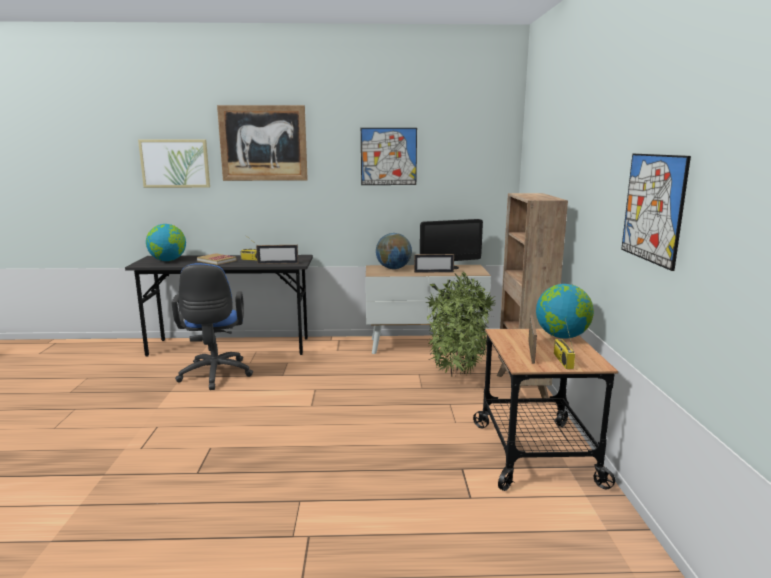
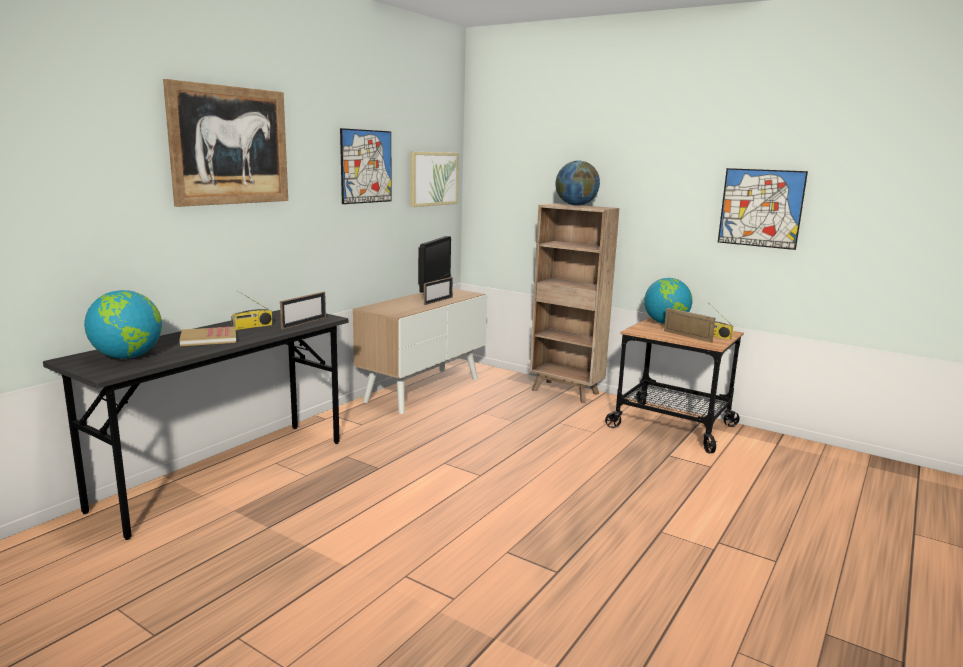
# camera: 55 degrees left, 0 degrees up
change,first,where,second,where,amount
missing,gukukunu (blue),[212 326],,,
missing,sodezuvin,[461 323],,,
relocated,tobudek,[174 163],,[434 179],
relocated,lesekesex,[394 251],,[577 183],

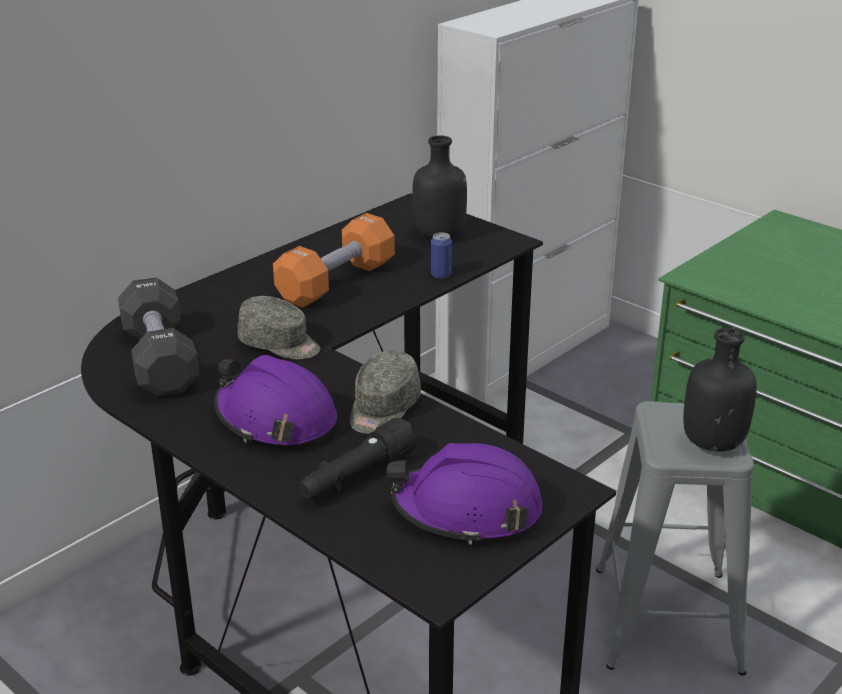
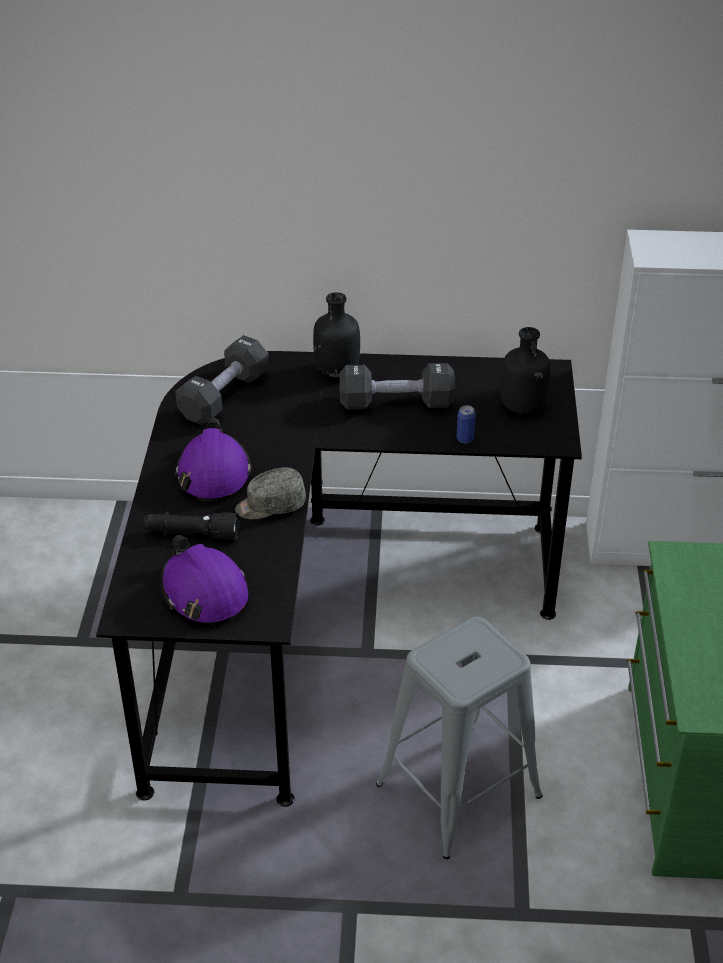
# camera: 50 degrees right, 10 degrees up
change,first,where,second,where,amount
missing,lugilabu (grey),[279 327],,,
relocated,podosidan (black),[720 390],,[336 334],
colour,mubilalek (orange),[334 260],mubilalek (black),[397 386],

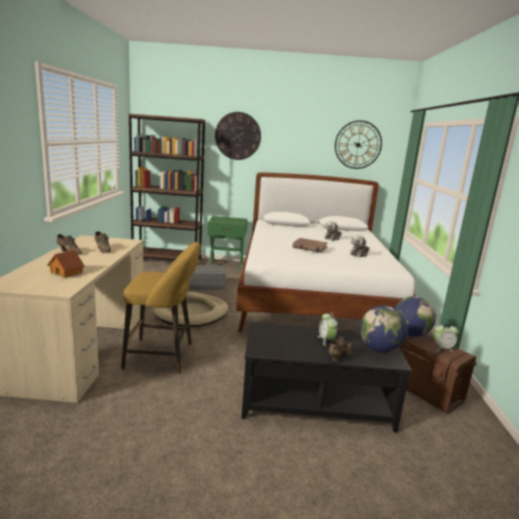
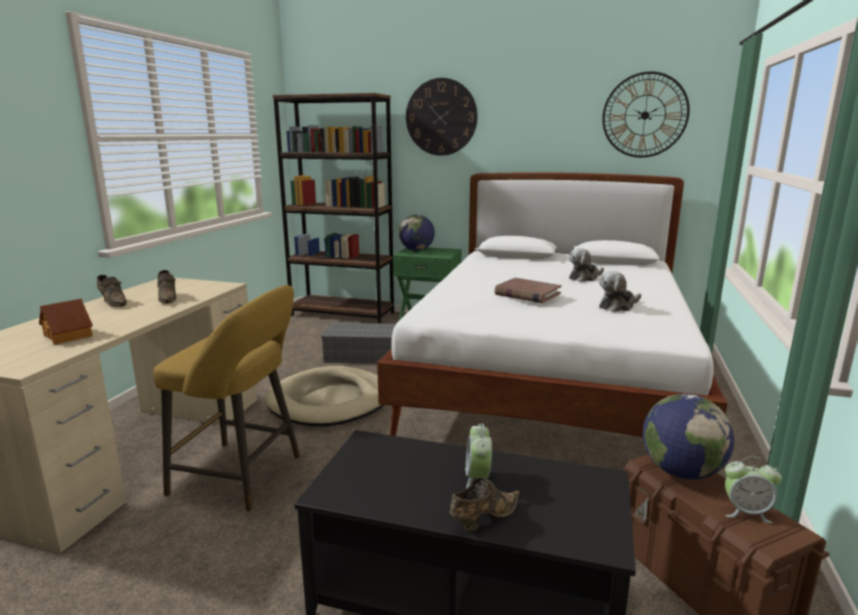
# camera: 15 degrees right, 0 degrees up
change,first,where,second,where,amount
relocated,lesekesex,[384 329],,[417 233],

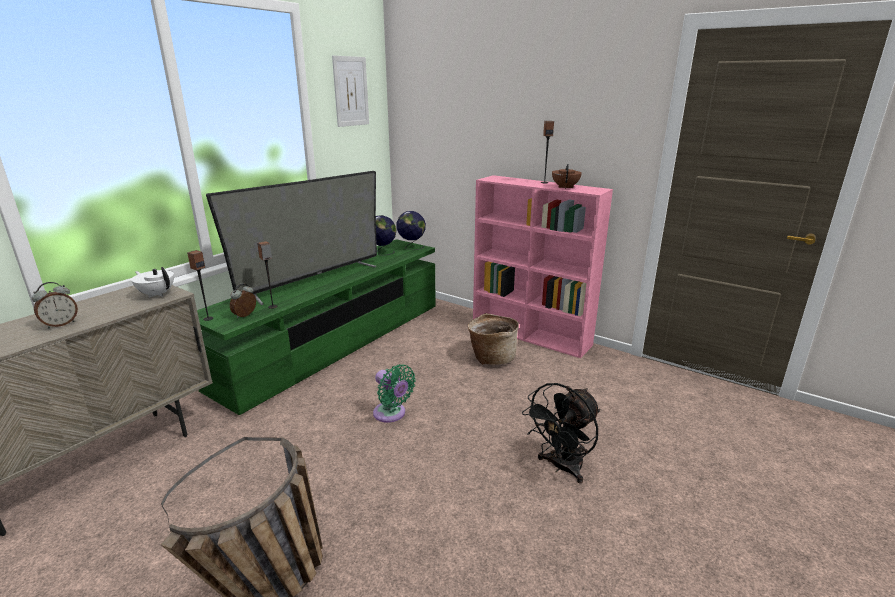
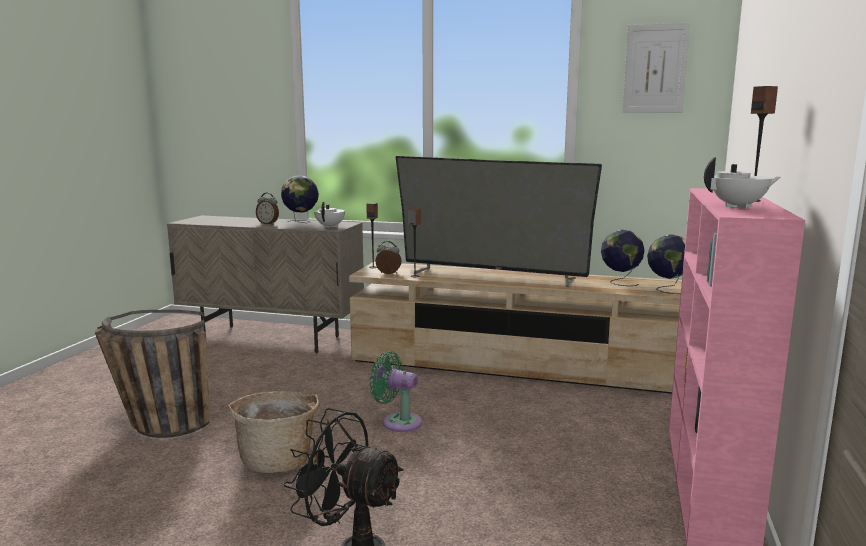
# camera: 70 degrees right, 10 degrees down
change,first,where,second,where,amount
appeared,,,lesekesex,[300 199],
relocated,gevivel,[493 339],,[274 432],
colour,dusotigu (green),[316 327],dusotigu (beige),[515 328],
colour,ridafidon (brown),[567 176],ridafidon (white),[742 183],
spun,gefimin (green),[394 393],,[396 391],90 degrees clockwise

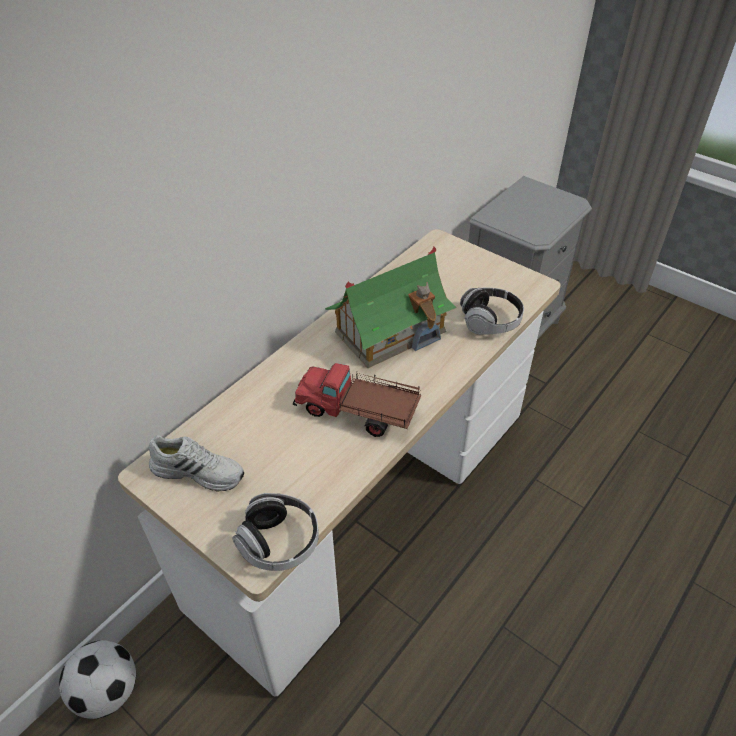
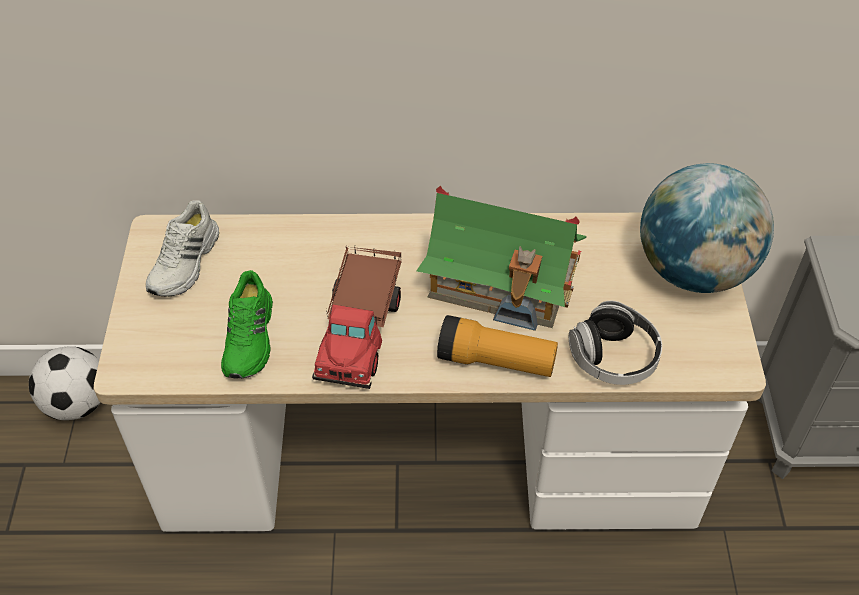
# camera: 50 degrees right, 5 degrees up
change,first,where,second,where,amount
missing,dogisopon,[275 532],,,
appeared,,,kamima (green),[247 324],
appeared,,,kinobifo,[497 346],
appeared,,,lesekesex,[707 228],
spun,kamima (white),[196 463],,[182 248],45 degrees clockwise
spun,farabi,[357 400],,[357 318],150 degrees counterclockwise

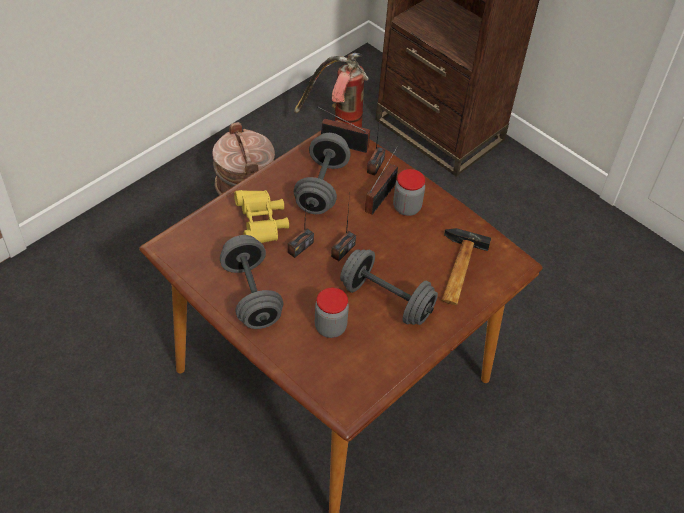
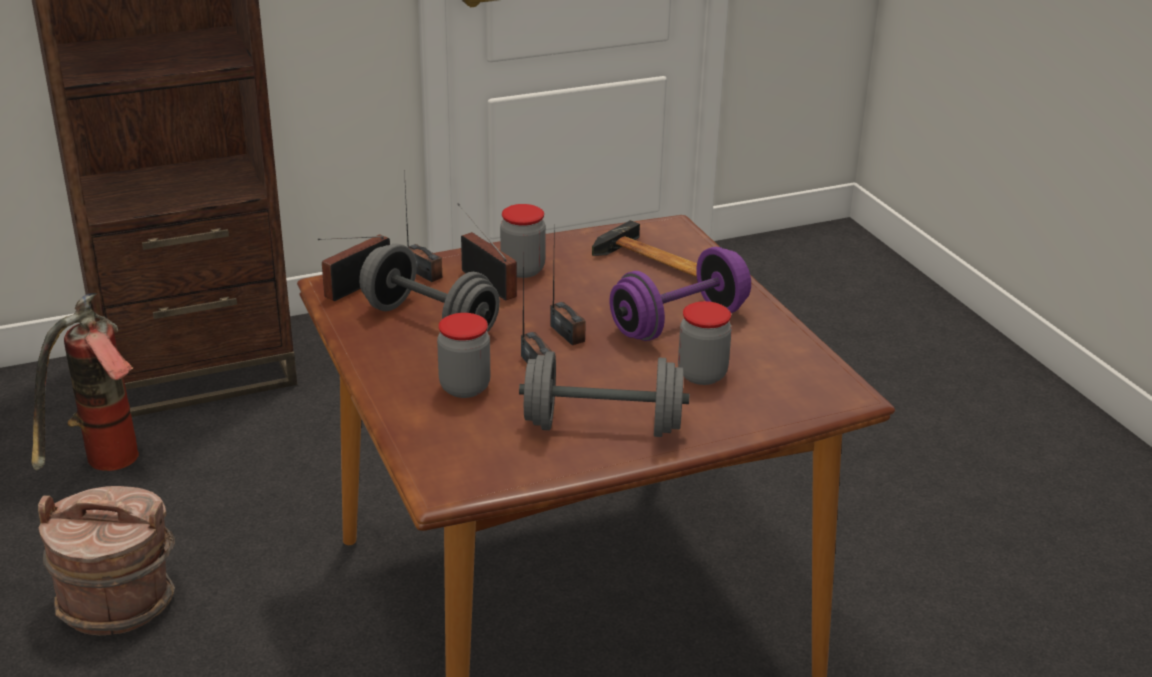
# camera: 65 degrees left, 20 degrees down
change,first,where,second,where,amount
exchanged,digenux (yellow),[261 216],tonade,[463 355],
colour,mubilalek (grey),[389 287],mubilalek (purple),[680 294],

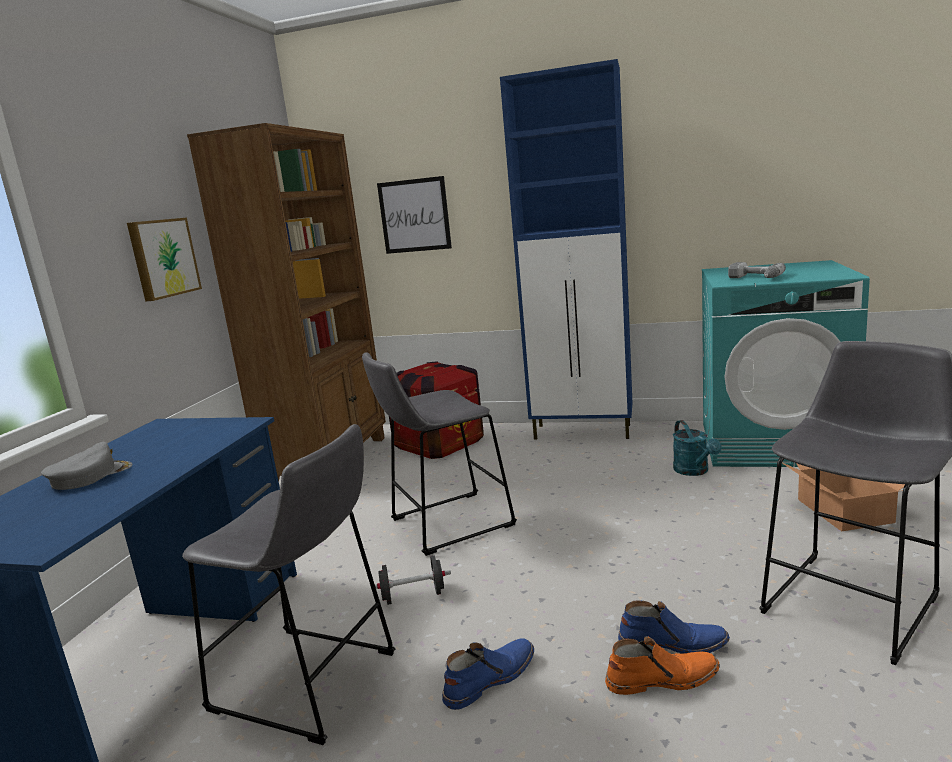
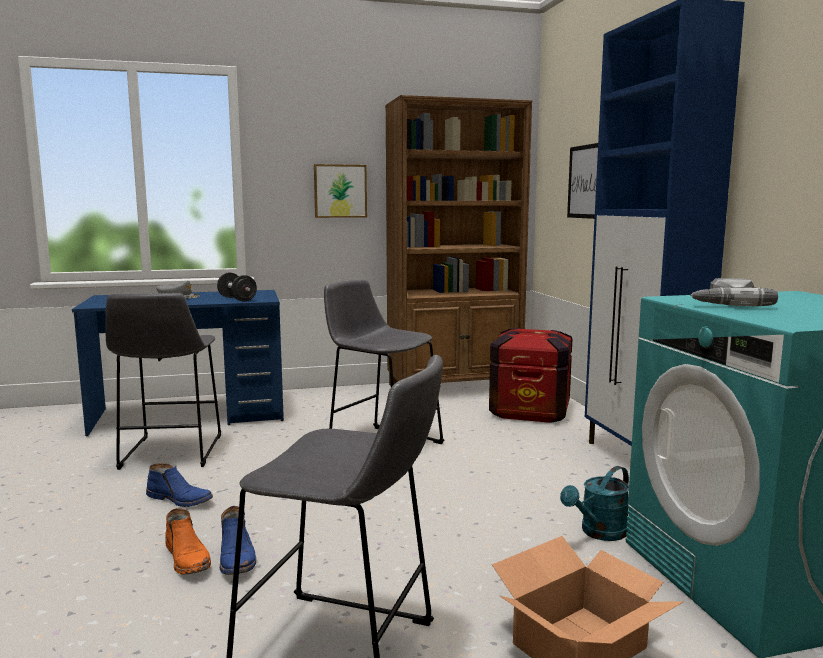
# camera: 60 degrees right, 5 degrees down
change,first,where,second,where,amount
relocated,mubilalek (black),[411 580],,[237 287],

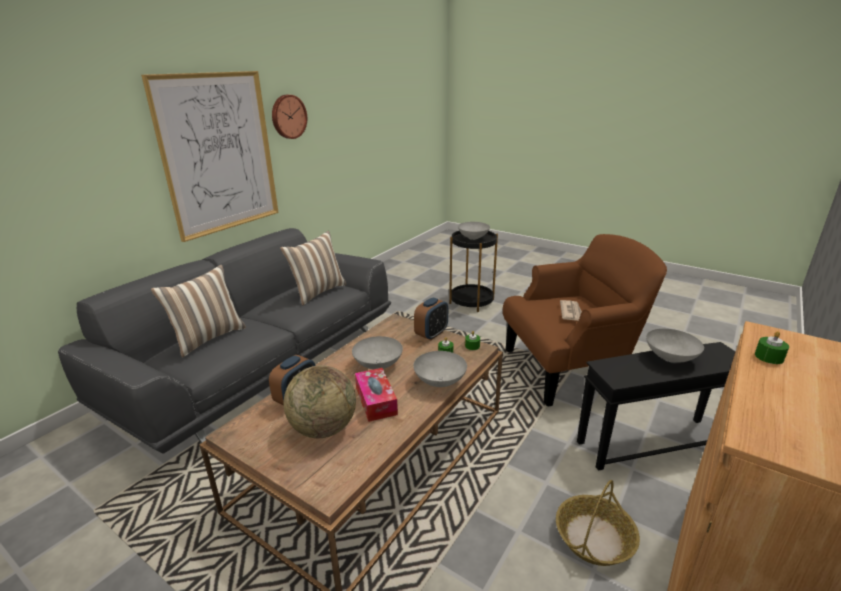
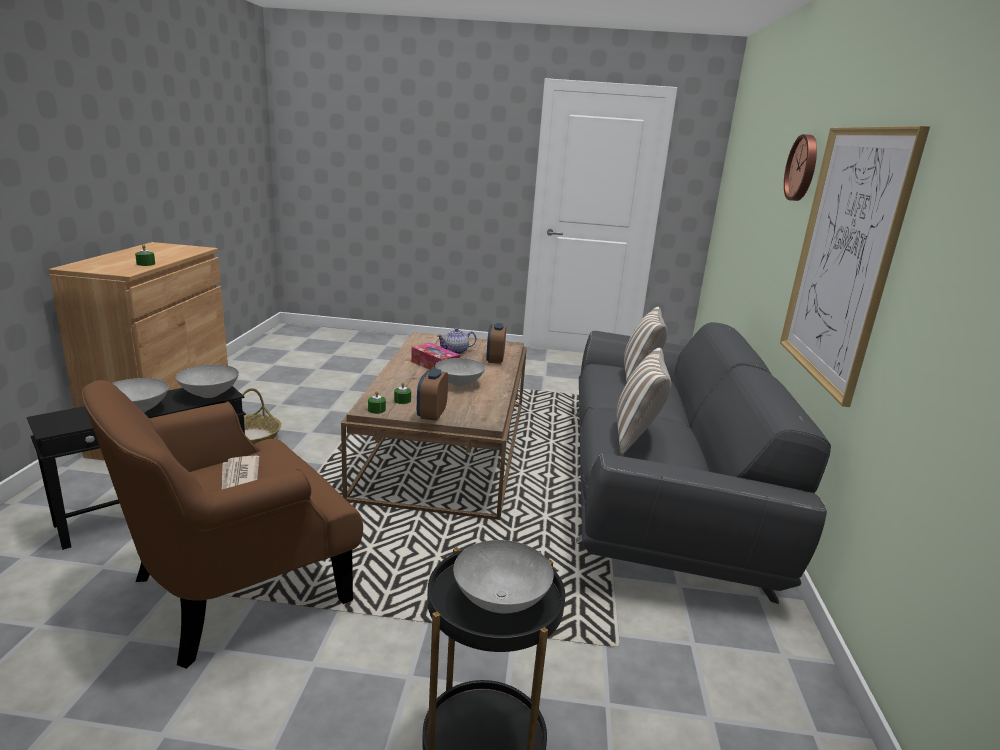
# camera: 150 degrees right, 5 degrees down
change,first,where,second,where,amount
relocated,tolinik,[289 117],,[800 167],
relocated,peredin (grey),[440 369],,[207 381],
exchanged,lesekesex,[320 401],ridafidon,[456 341],

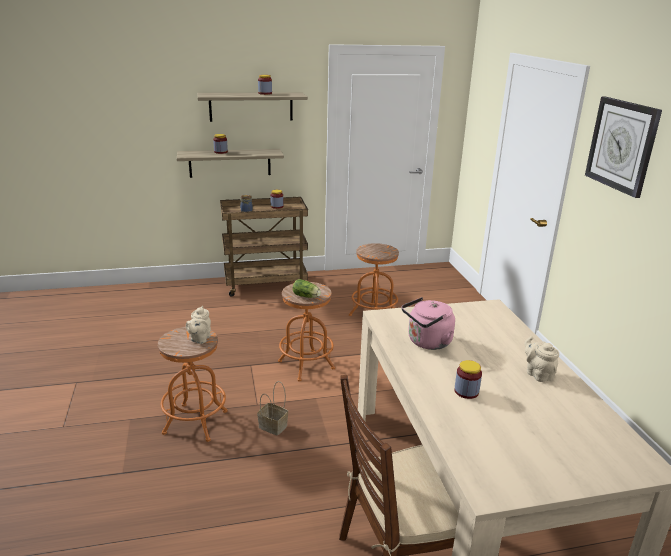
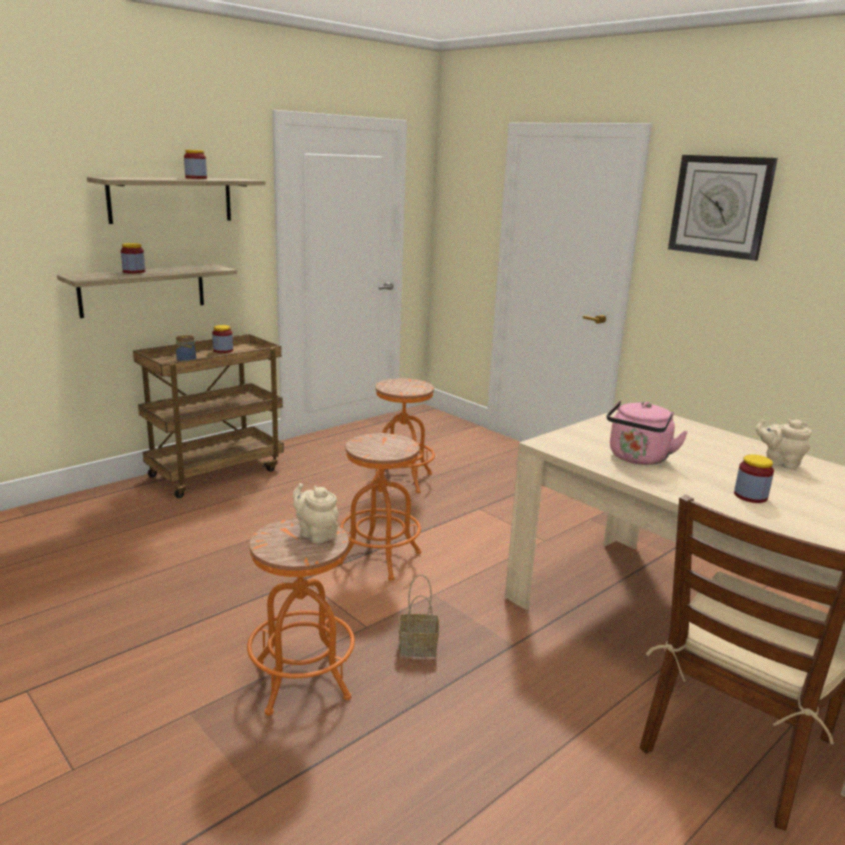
# camera: 30 degrees left, 5 degrees down
change,first,where,second,where,amount
missing,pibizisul,[307 288],,,
spun,ridafidon (beige),[198 325],,[315 513],150 degrees clockwise

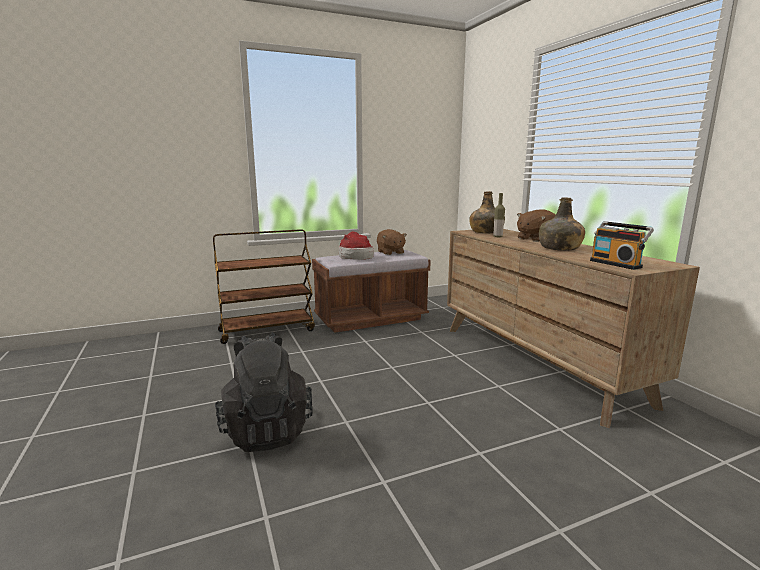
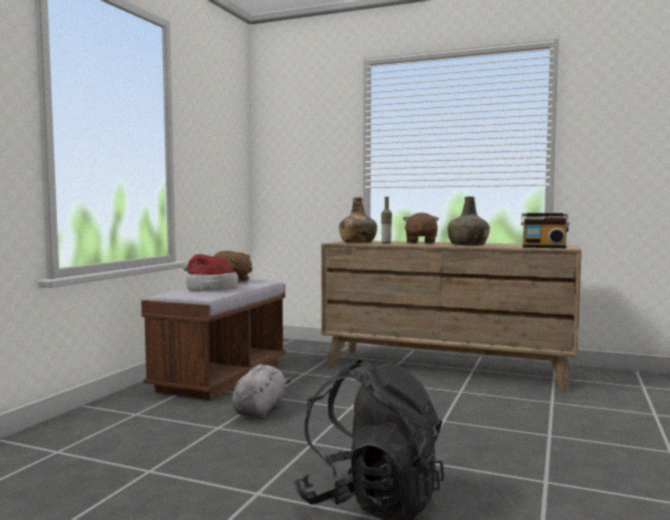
# camera: 45 degrees left, 10 degrees down
change,first,where,second,where,amount
missing,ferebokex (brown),[264 286],,,
appeared,,,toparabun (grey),[261 391],

